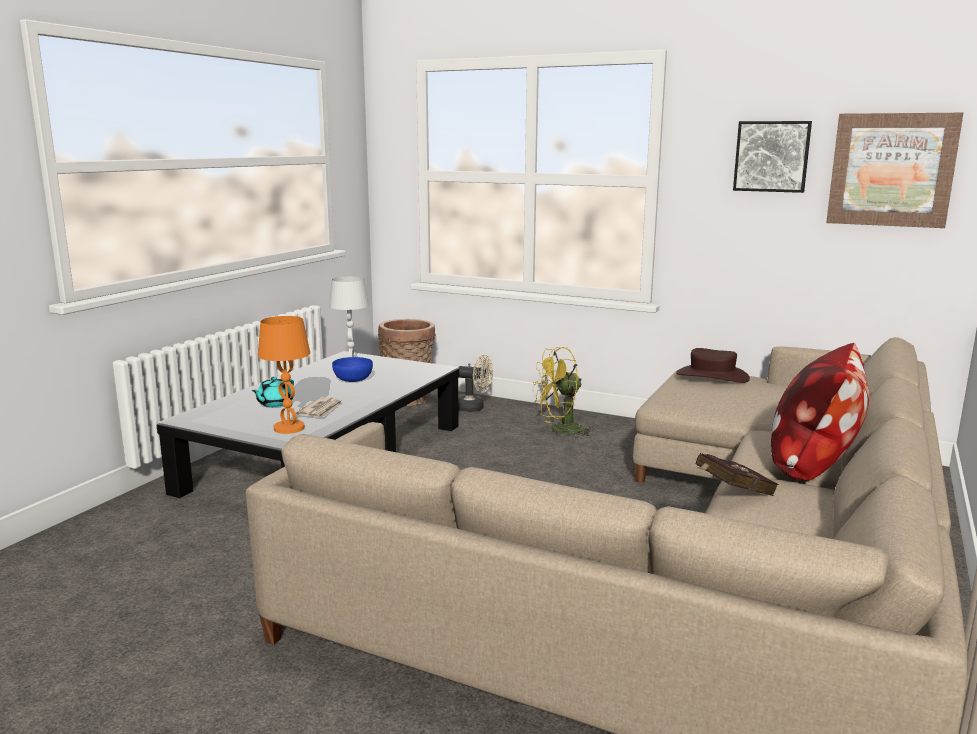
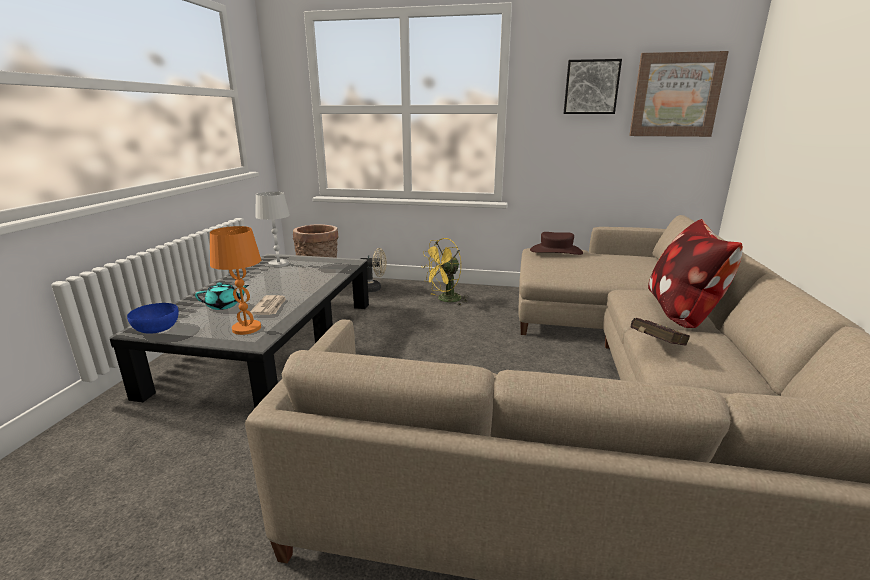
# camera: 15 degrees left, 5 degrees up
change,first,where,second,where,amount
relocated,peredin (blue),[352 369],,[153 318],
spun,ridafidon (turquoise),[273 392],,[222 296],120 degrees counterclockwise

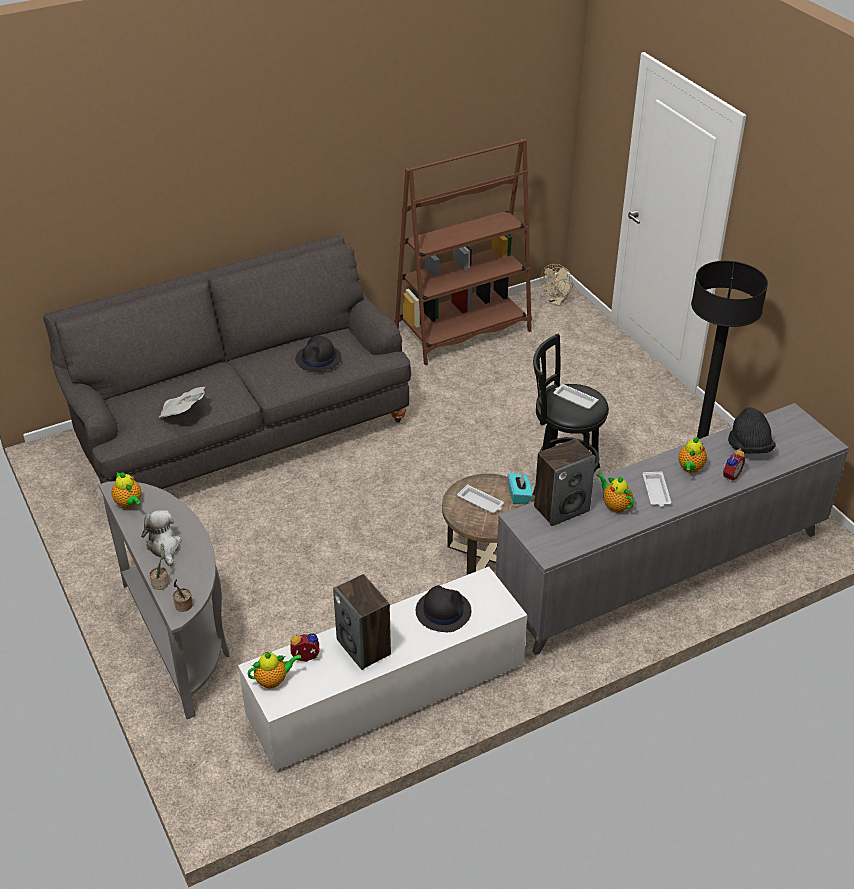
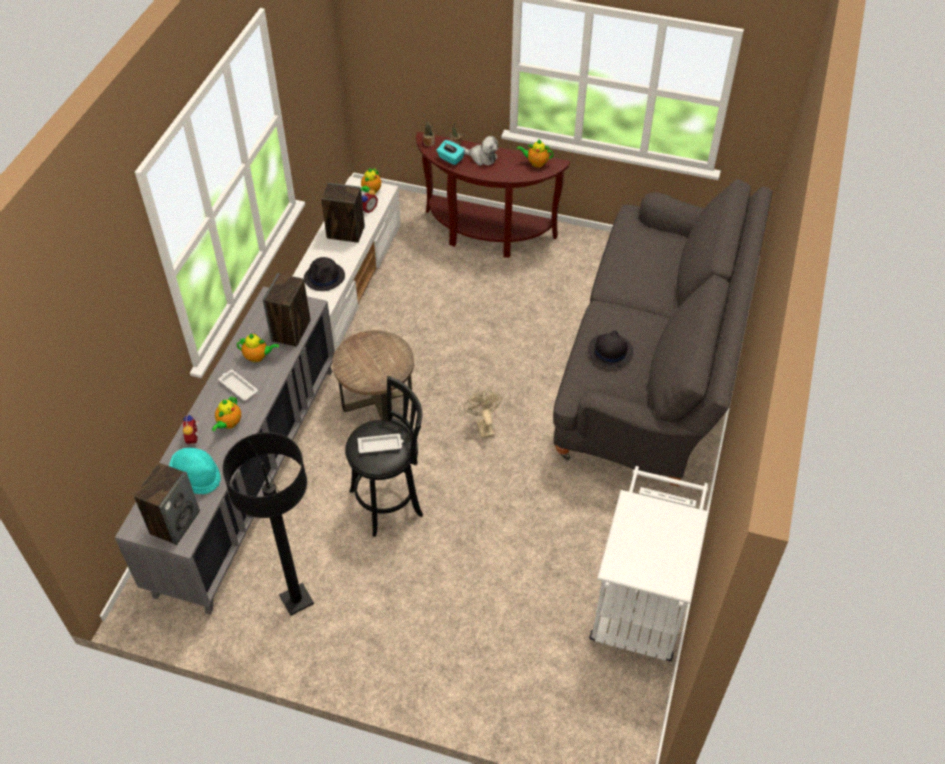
# camera: 135 degrees right, 10 degrees up
change,first,where,second,where,amount
missing,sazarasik,[181 402],,,
missing,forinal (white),[480 498],,,
appeared,,,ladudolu,[167 504],
relocated,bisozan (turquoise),[520 488],,[450 152],
relocated,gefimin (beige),[556 285],,[483 415],
exchanged,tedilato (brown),[463 252],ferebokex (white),[649 563],
colour,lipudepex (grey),[164 600],lipudepex (brown),[493 195],
colour,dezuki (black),[752 430],dezuki (turquoise),[195 471],
spun,ridafidon,[692 455],,[226 413],135 degrees counterclockwise

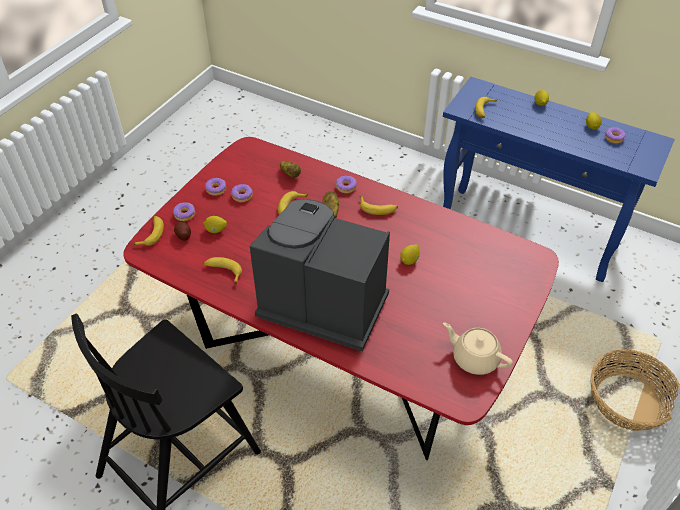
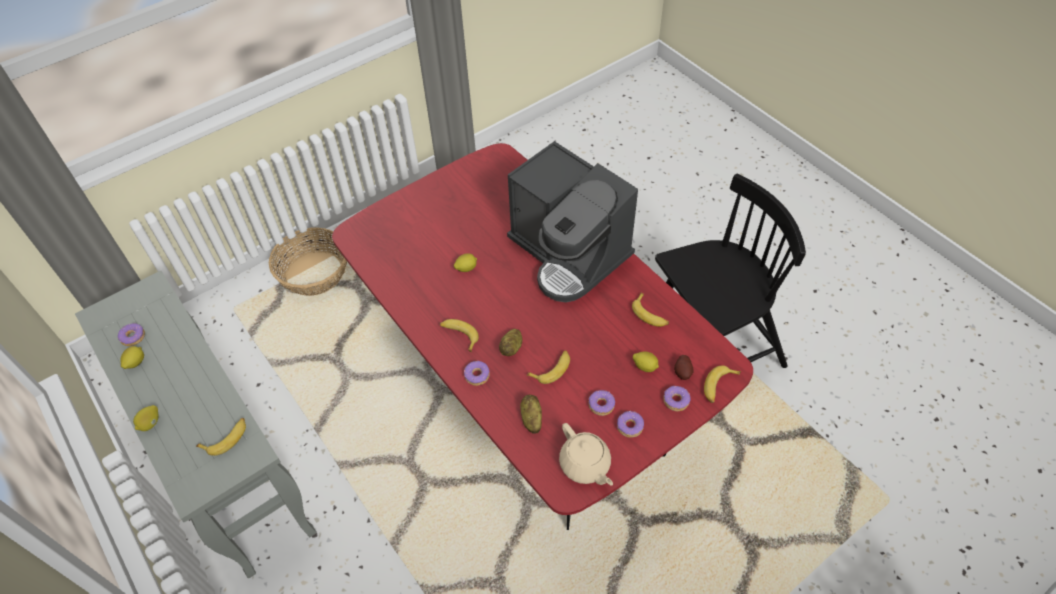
# camera: 155 degrees left, 5 degrees up
change,first,where,second,where,amount
relocated,ridafidon (beige),[478 348],,[586 454],
colour,lipudepex (blue),[559 179],lipudepex (grey),[196 424],

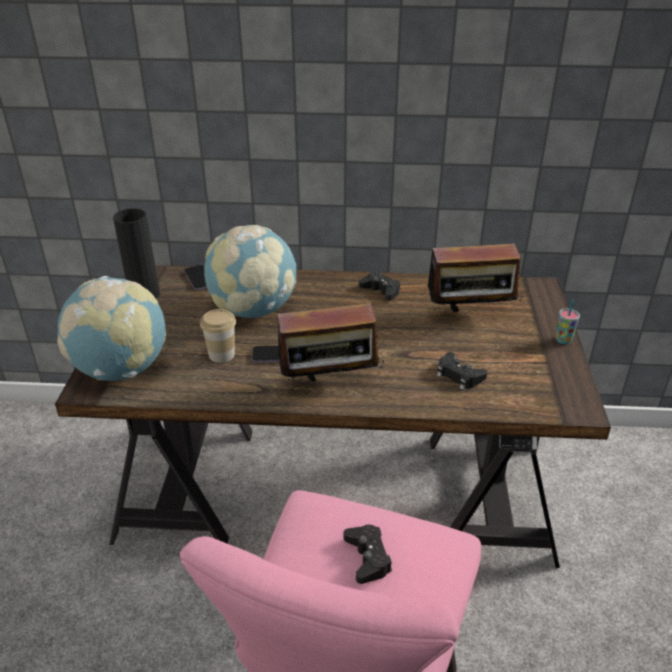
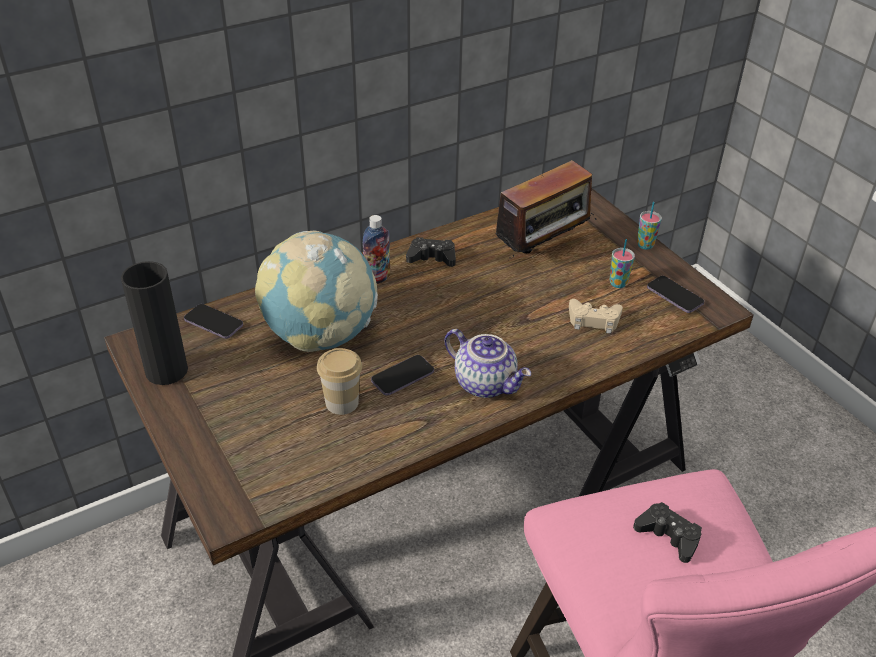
# camera: 35 degrees left, 5 degrees up
change,first,where,second,where,amount
missing,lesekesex,[111 328],,,
appeared,,,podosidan,[376 249],
appeared,,,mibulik,[622 263],
appeared,,,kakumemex,[675 294],
exchanged,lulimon,[331 348],ridafidon,[487 363],
colour,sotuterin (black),[462 371],sotuterin (beige),[596 316],

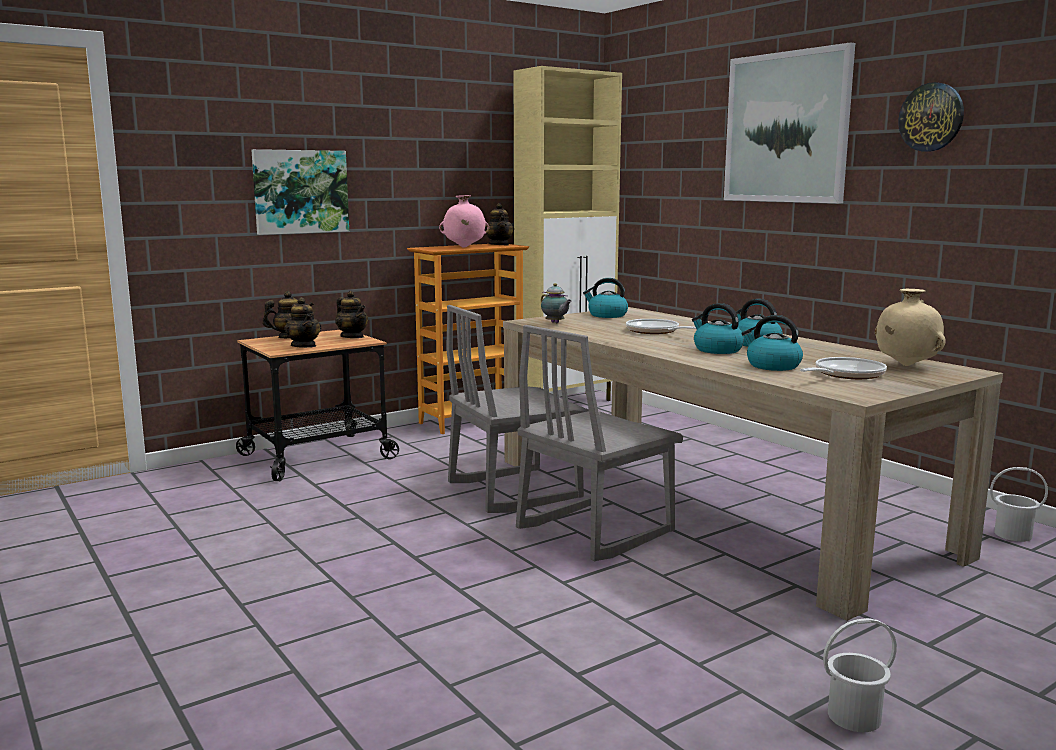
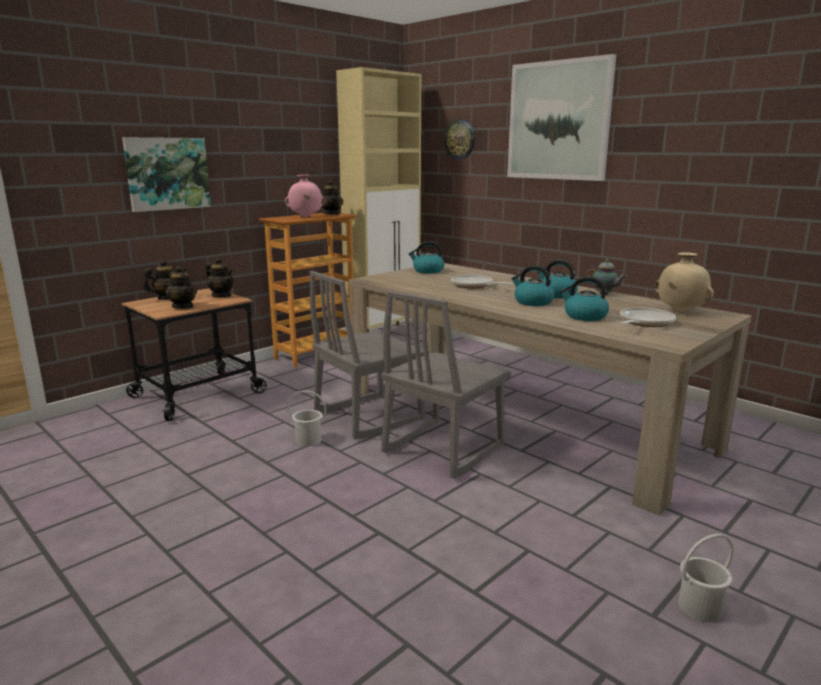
# camera: 10 degrees left, 5 degrees up
change,first,where,second,where,amount
relocated,ridafidon,[556 303],,[607 277],
relocated,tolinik,[931 117],,[459 139],
relocated,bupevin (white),[1019 504],,[307 418],

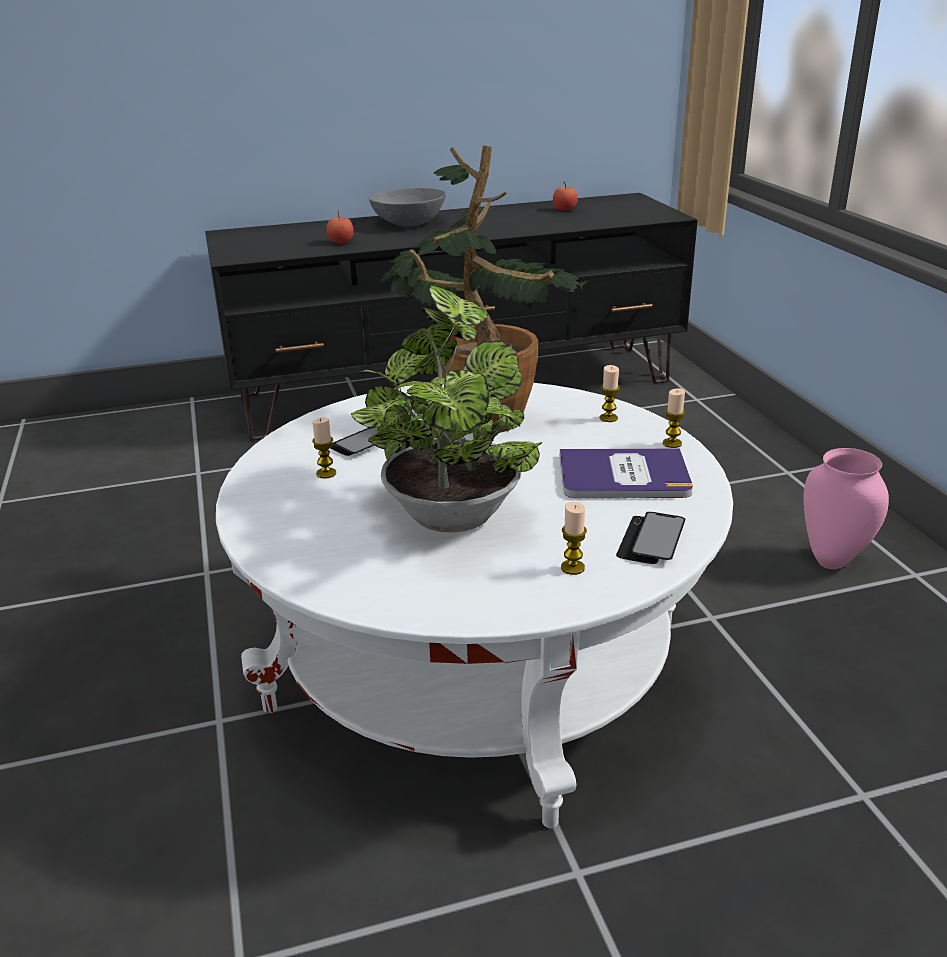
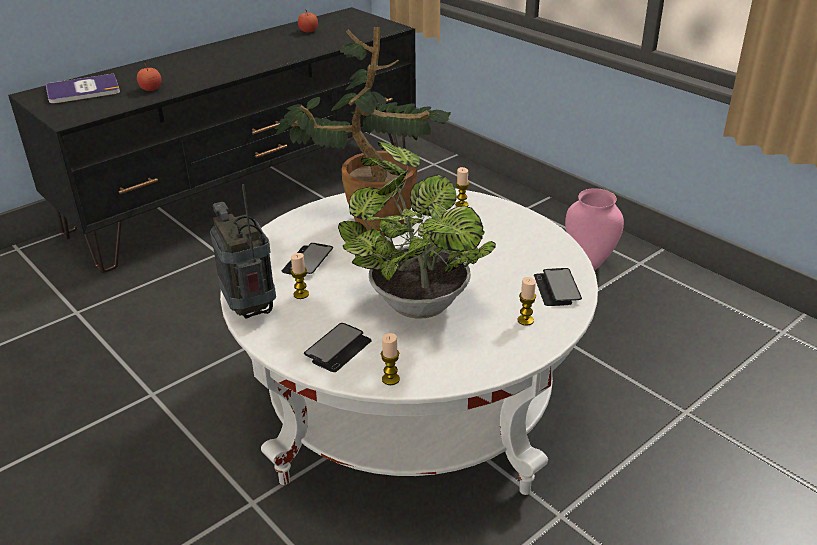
# camera: 25 degrees left, 5 degrees up
change,first,where,second,where,amount
missing,peredin (grey),[407 207],,,
appeared,,,lulimon,[243 251],
appeared,,,kakumemex,[337 347],
relocated,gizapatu,[626 473],,[83 89],
relocated,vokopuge,[674 418],,[390 359],

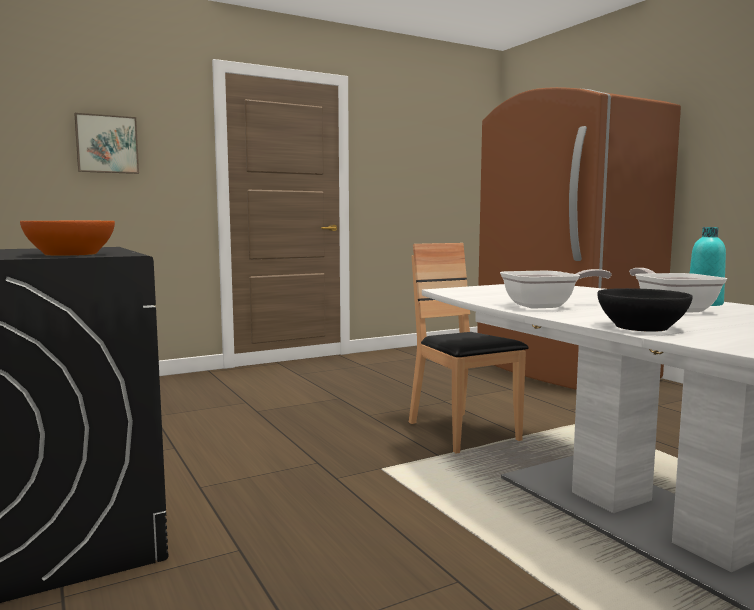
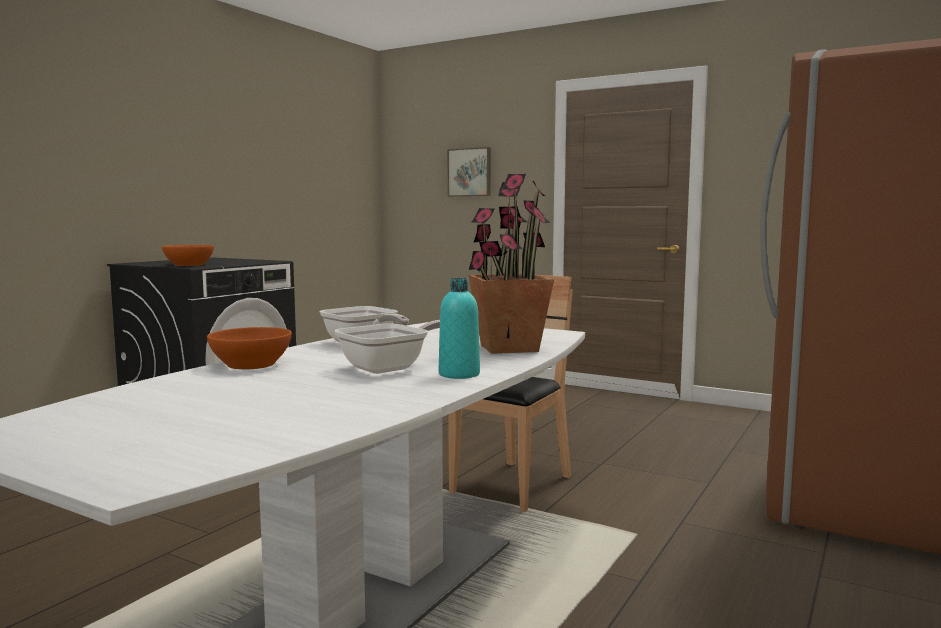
# camera: 60 degrees right, 0 degrees up
change,first,where,second,where,amount
appeared,,,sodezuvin,[511 264],
colour,peredin (black),[645 310],peredin (orange),[249 348],

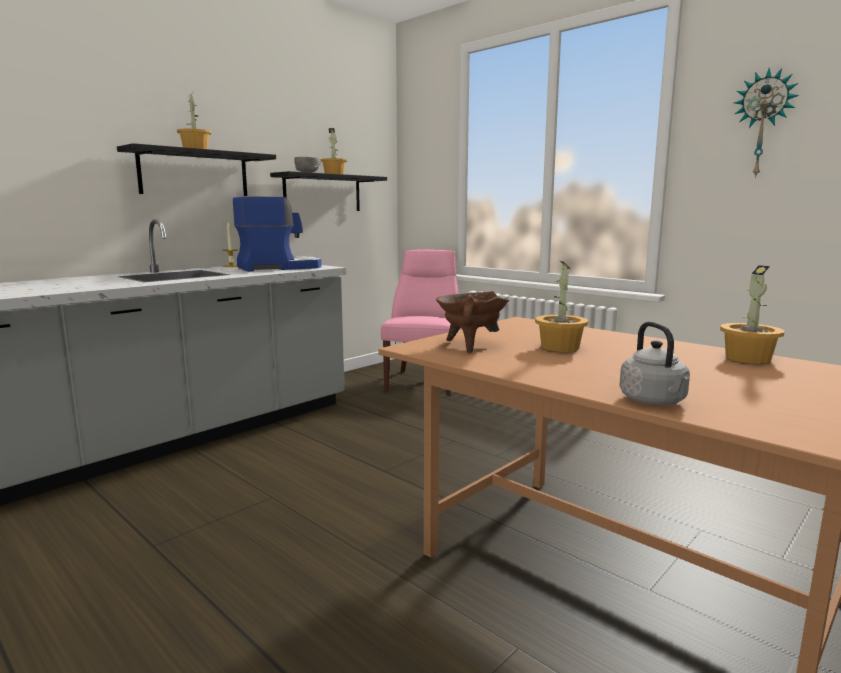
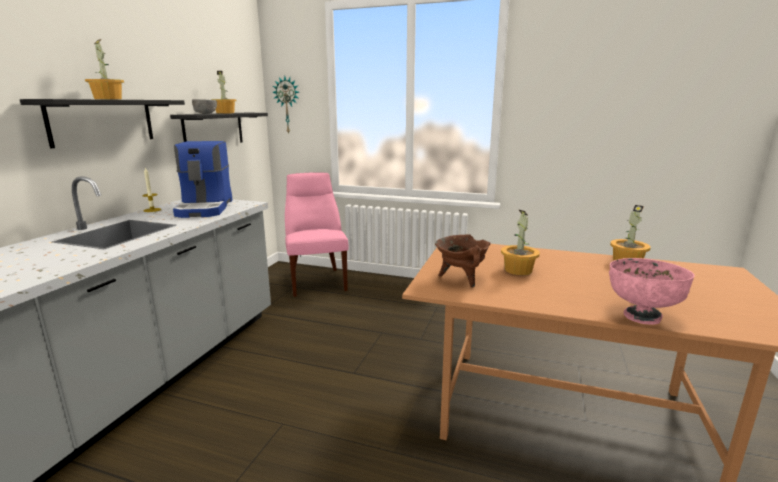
# camera: 25 degrees left, 5 degrees up
change,first,where,second,where,amount
relocated,tolinik,[766 122],,[285 105],
exchanged,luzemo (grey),[654 363],peredin (pink),[652 291],
spun,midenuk,[277 234],,[202 179],135 degrees clockwise

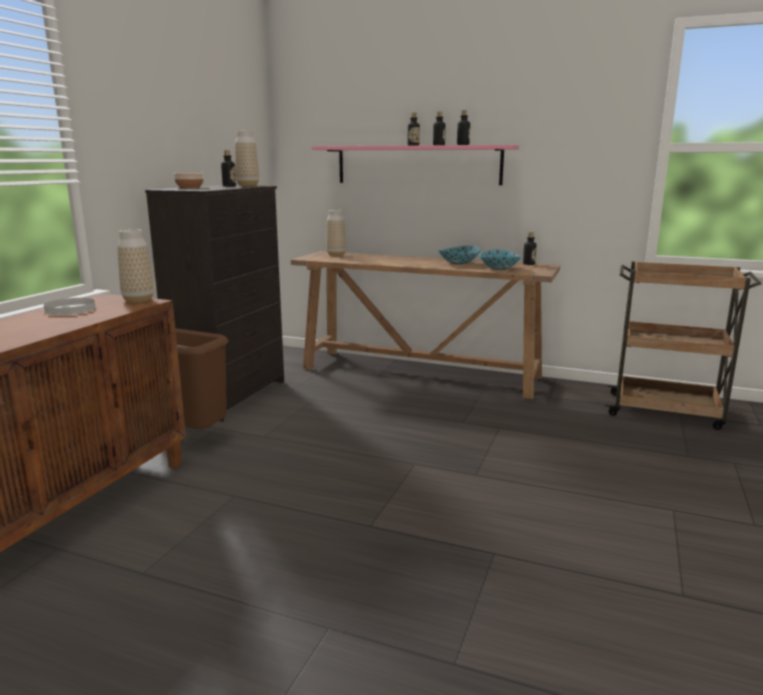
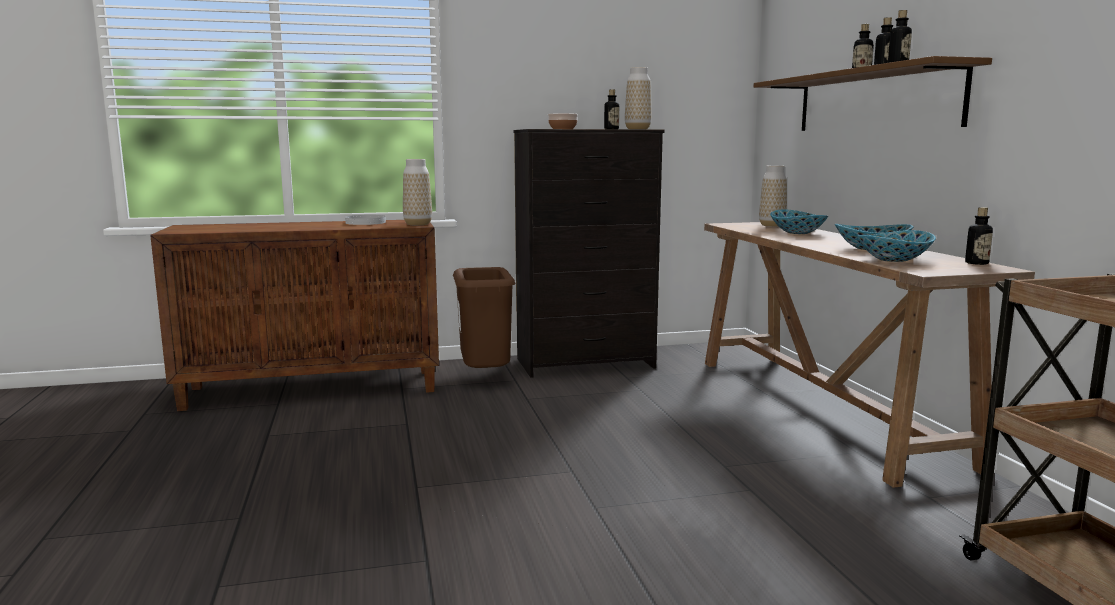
# camera: 55 degrees right, 5 degrees down
change,first,where,second,where,amount
appeared,,,peredin,[799 222],
colour,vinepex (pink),[415 165],vinepex (brown),[873 93],

